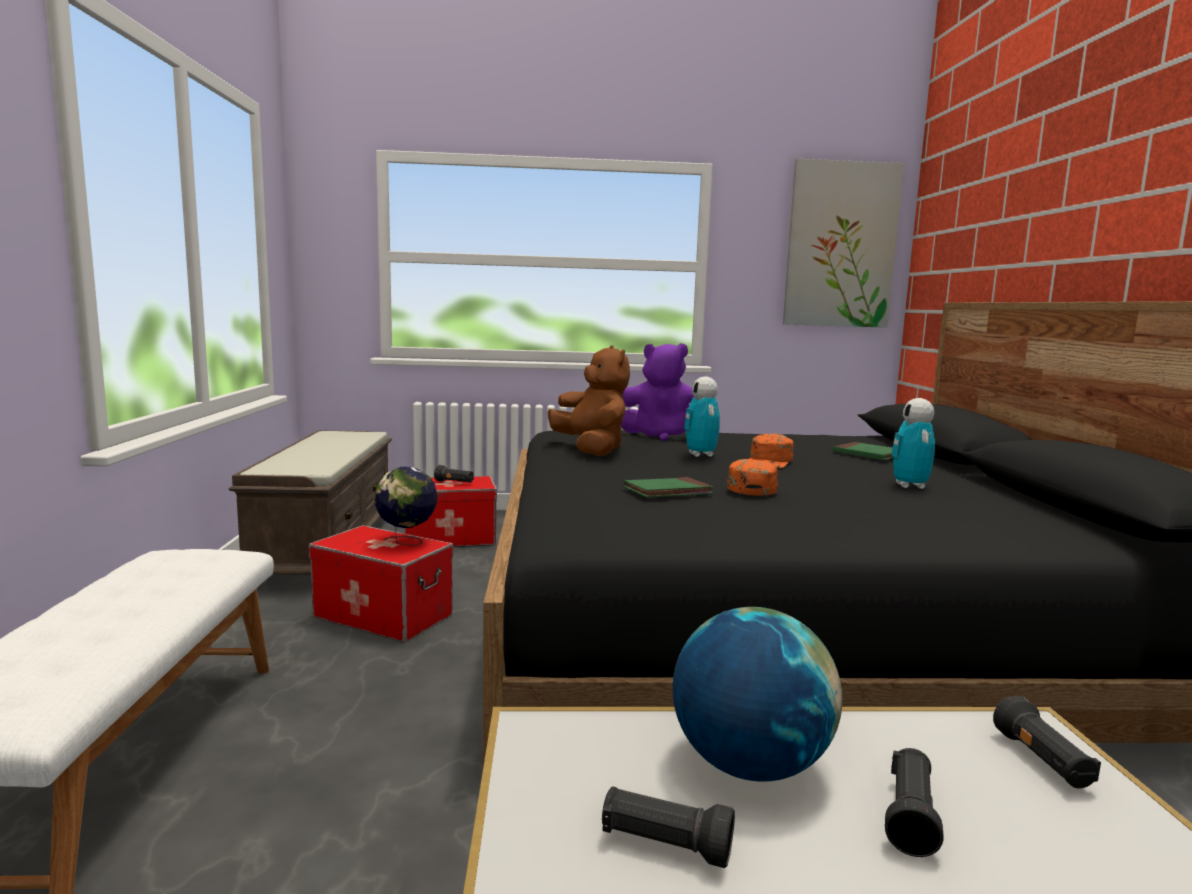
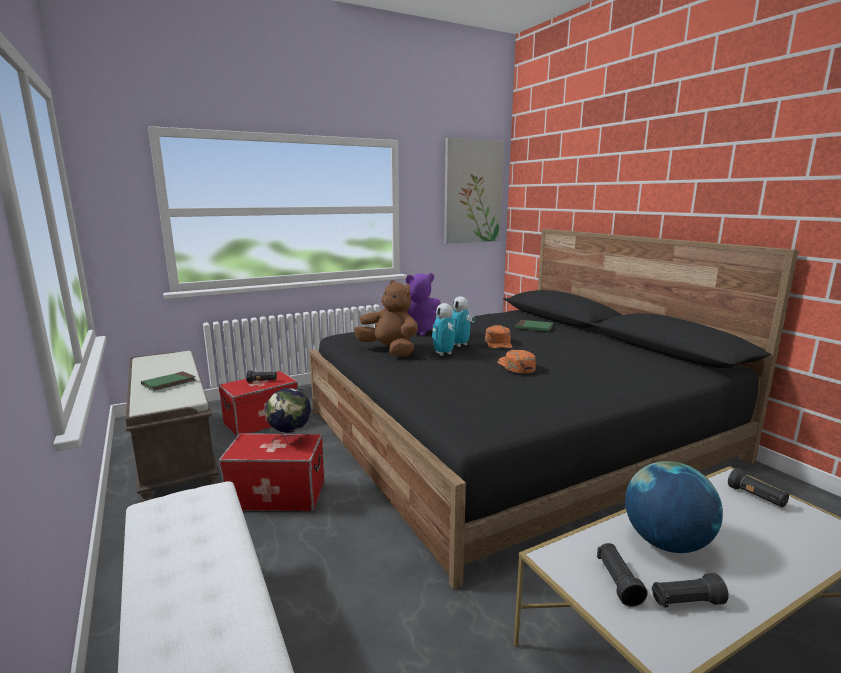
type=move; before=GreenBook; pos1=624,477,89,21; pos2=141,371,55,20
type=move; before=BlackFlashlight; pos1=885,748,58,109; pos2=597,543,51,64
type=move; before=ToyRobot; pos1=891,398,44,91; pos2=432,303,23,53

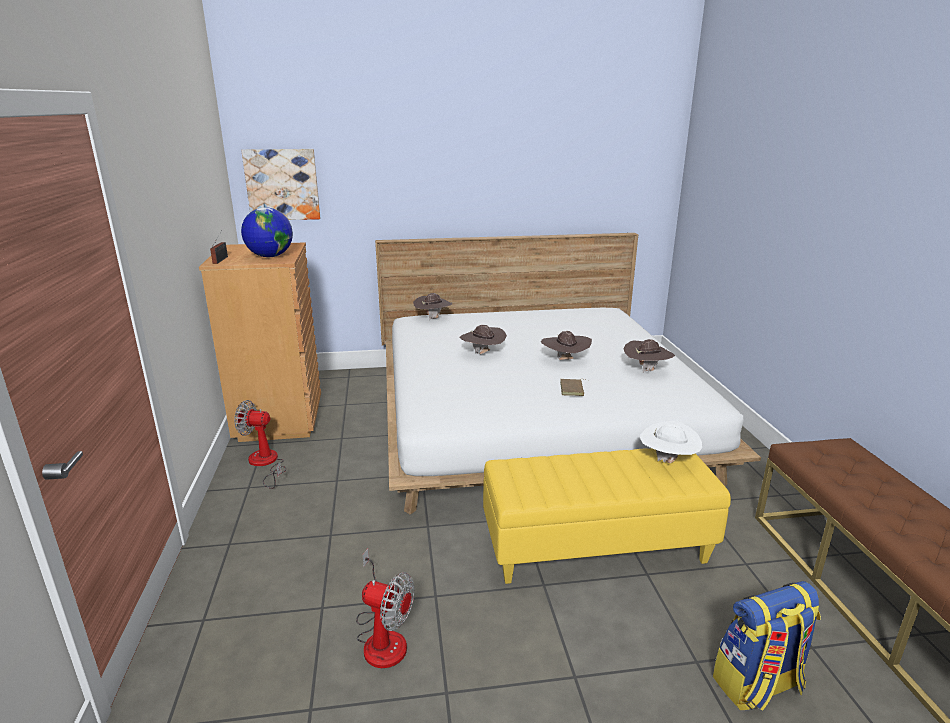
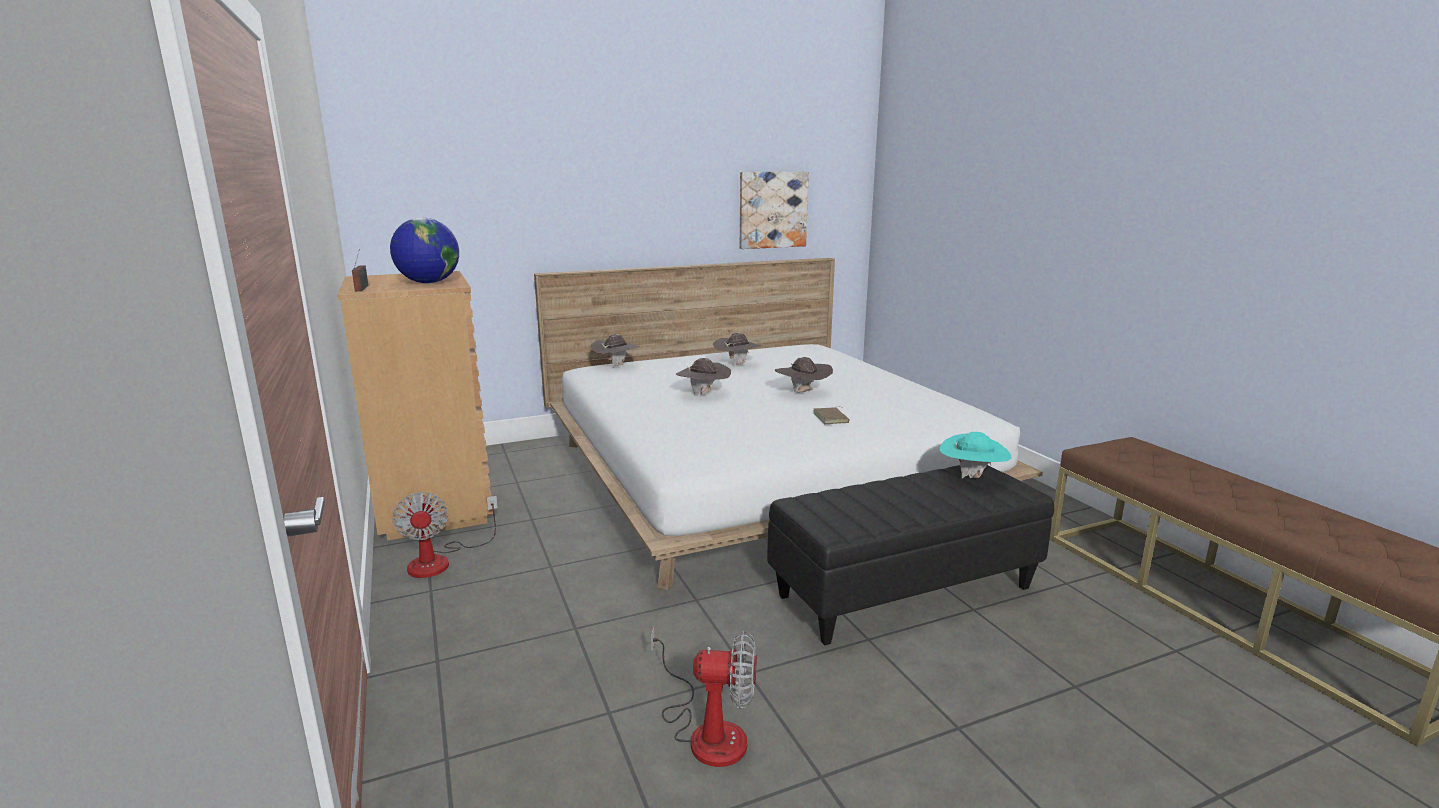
type=rotate; before=Fan; pos1=234,400,52,89; pos2=392,492,106,86; turn=-105
type=move; before=Picture; pos1=241,149,79,71; pos2=740,172,69,77
type=recolor; before=YellowOttoman; after=BlackOttoman; pos1=483,448,248,136; pos2=767,465,287,180
type=move; before=BrownHat; pos1=623,339,52,34; pos2=713,333,49,33
type=recolor; before=WhiteHat; after=TurquoiseHat; pos1=640,421,62,42; pos2=940,432,72,46
type=delete; before=Backpack; pos1=713,581,108,130

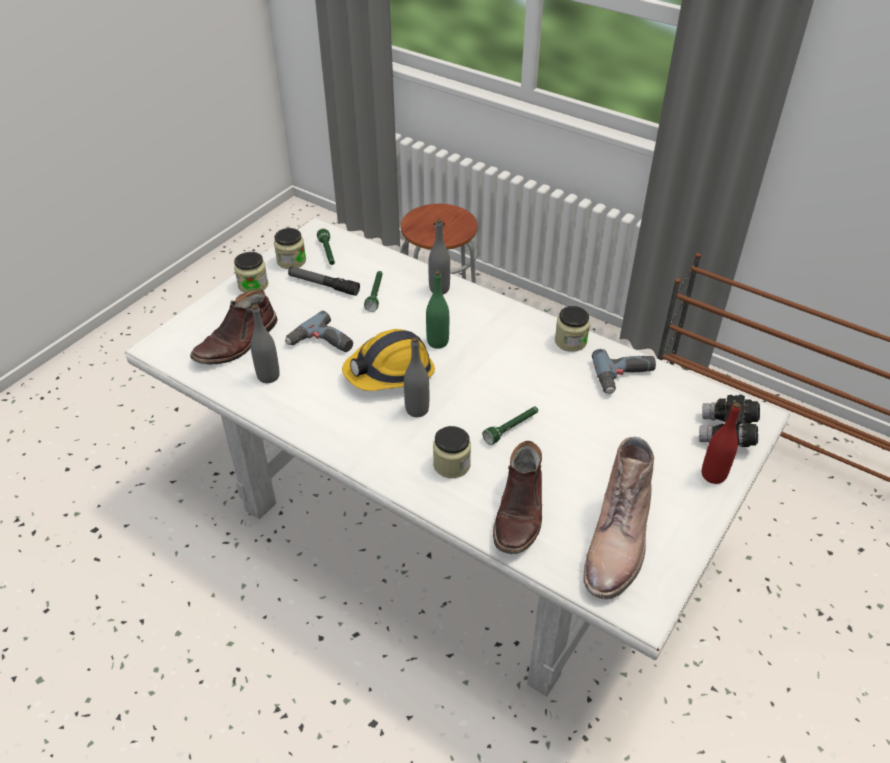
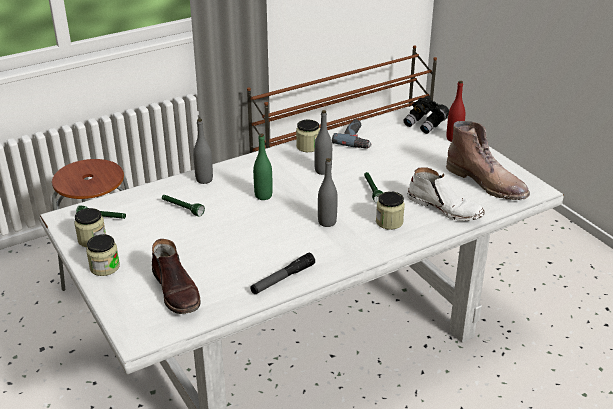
type=move; before=GreyBottle; pos1=251,304,29,79; pos2=314,110,18,65
type=delete; before=PowerDrill; pos1=285,310,68,42
type=move; before=Flashlight; pos1=288,267,72,29; pos2=250,253,65,41
type=delete; before=HardHat; pos1=342,329,93,62
type=recolor; before=BrownBoot; after=WhiteBoot; pos1=493,441,49,113; pos2=407,167,78,54

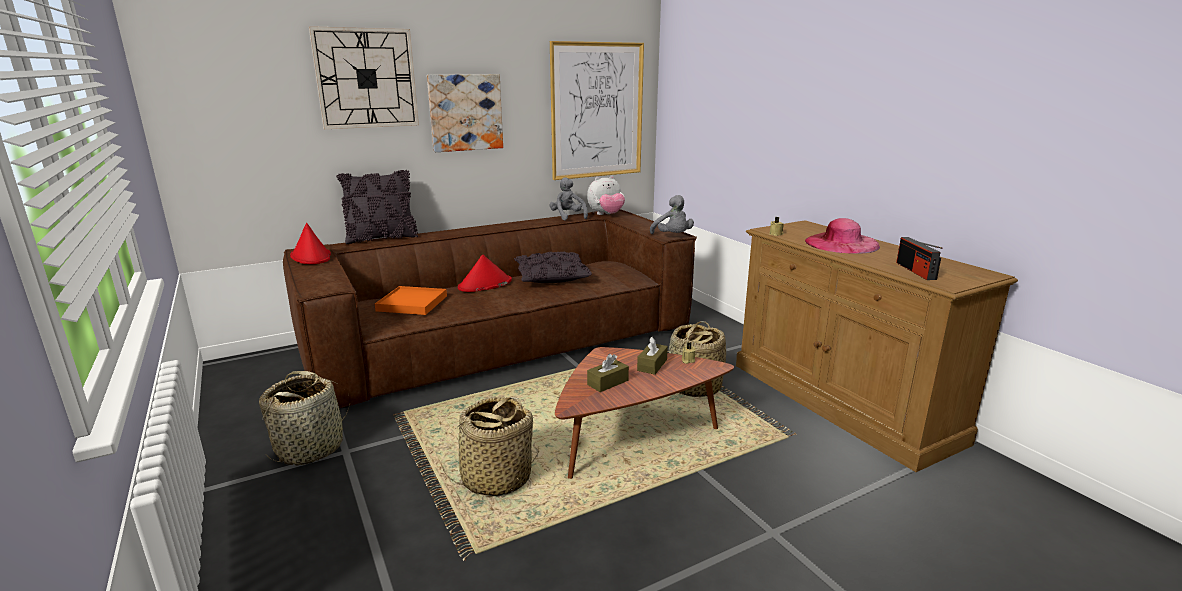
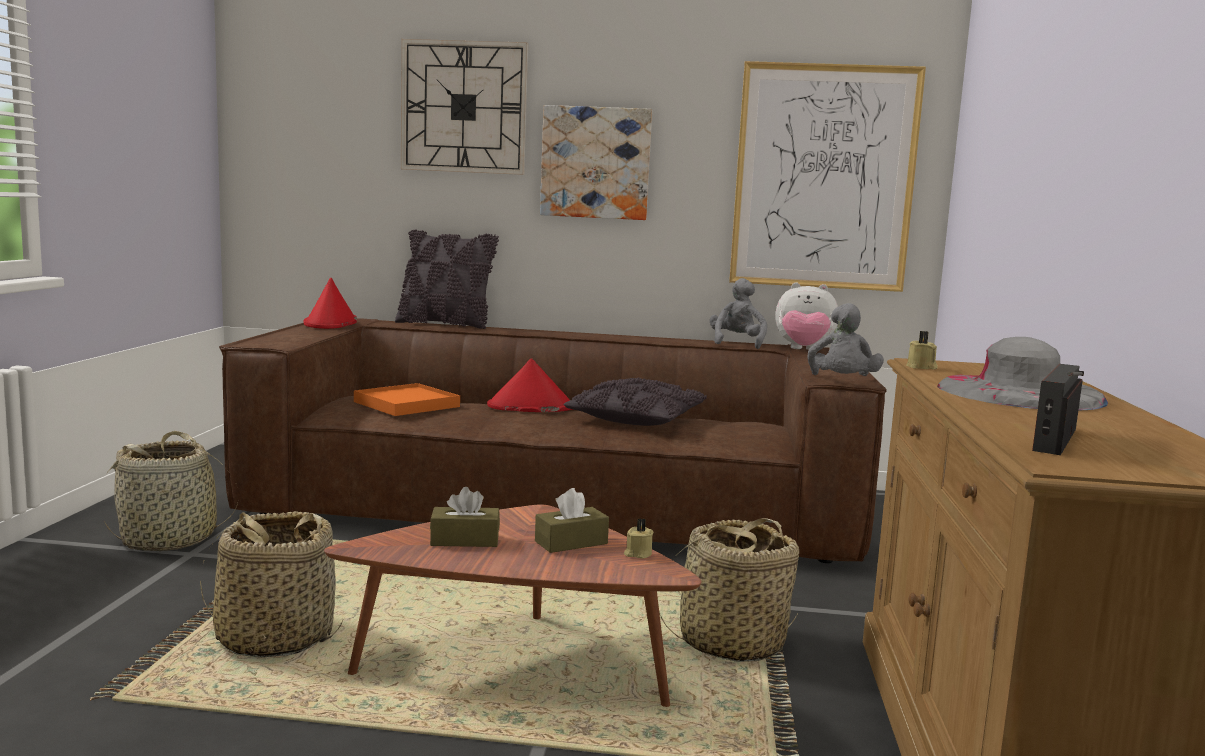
type=recolor; before=PinkHat; after=GreyHat; pos1=805,218,75,36; pos2=937,337,171,73

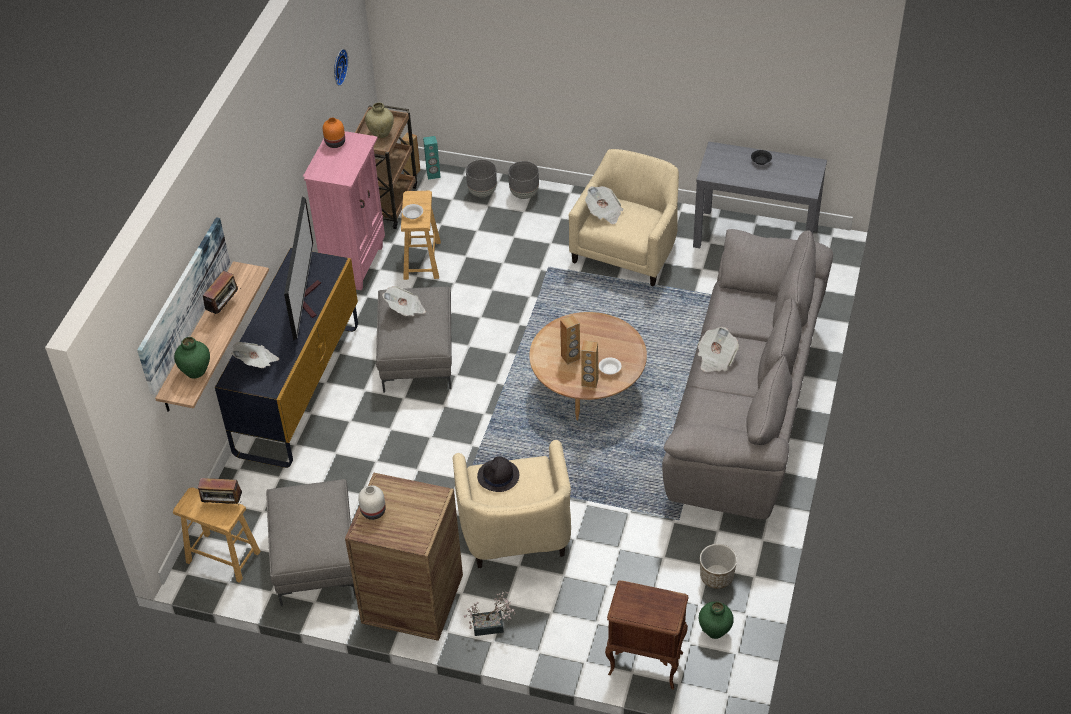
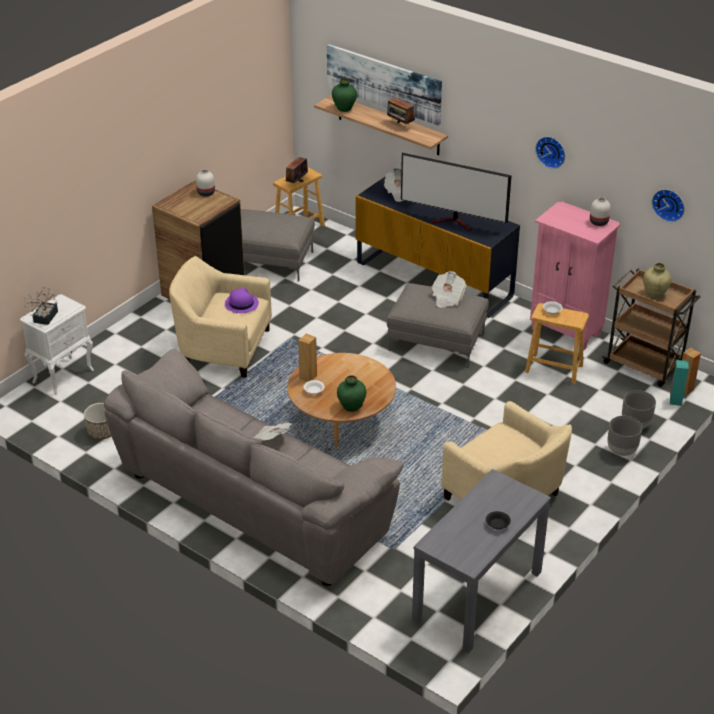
type=recolor; before=OrangeVase; after=WhiteVase; pos1=323,117,22,31; pos2=590,197,21,29
type=move; before=PottedPlant; pos1=464,591,52,45; pos2=24,287,34,38
type=recolor; before=BlackHat; after=PurpleHat; pos1=477,456,42,36; pos2=225,288,34,25
type=delete; before=BrownSpeaker; pos1=560,315,20,49
type=delete; before=Newspaper; pos1=585,186,38,38
type=recolor; before=BrownNightstand; after=WhiteNightstand; pos1=605,580,84,110; pos2=20,294,74,102
type=move; before=GreenVase; pos1=699,601,35,38; pos2=337,375,29,37
type=insert; after=WallClock; pos2=535,137,30,32

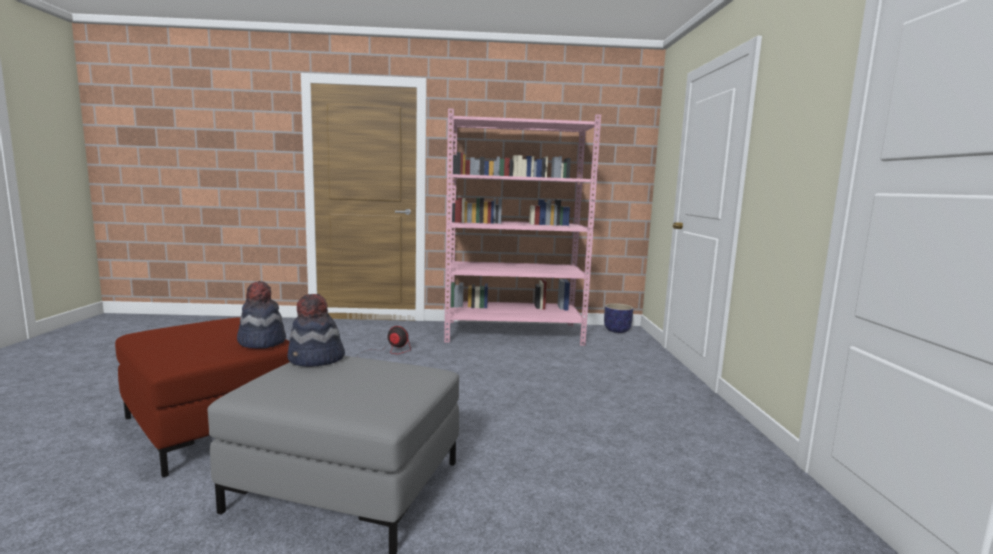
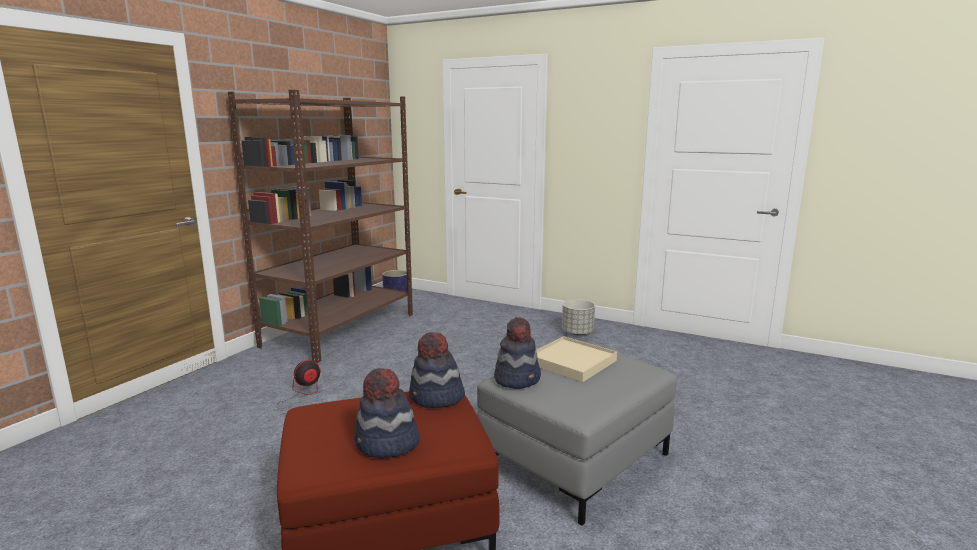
type=recolor; before=PinkBookcase; after=BrownBookcase; pos1=444,108,157,238; pos2=228,90,185,273
type=insert; after=Hat; pos2=354,368,66,90
type=insert; after=BeigeTray; pos2=536,336,81,46
type=insert; after=GreyPlanter; pos2=562,300,33,36

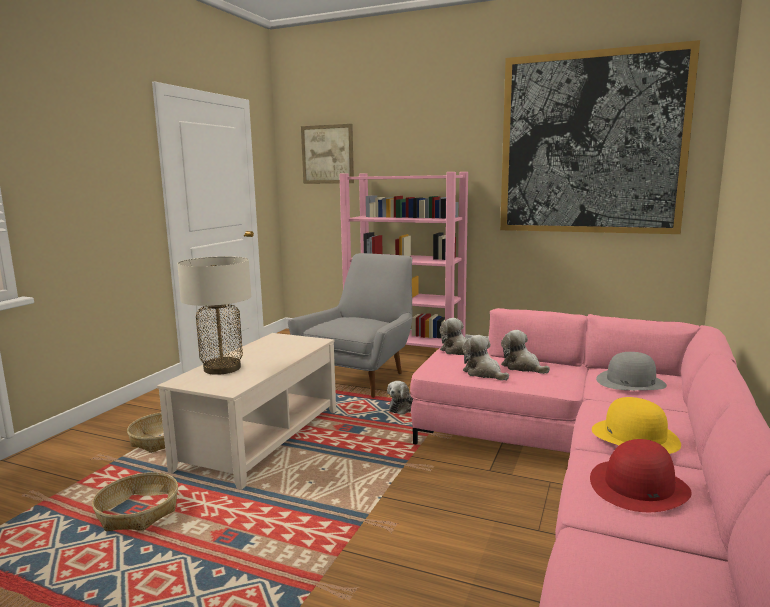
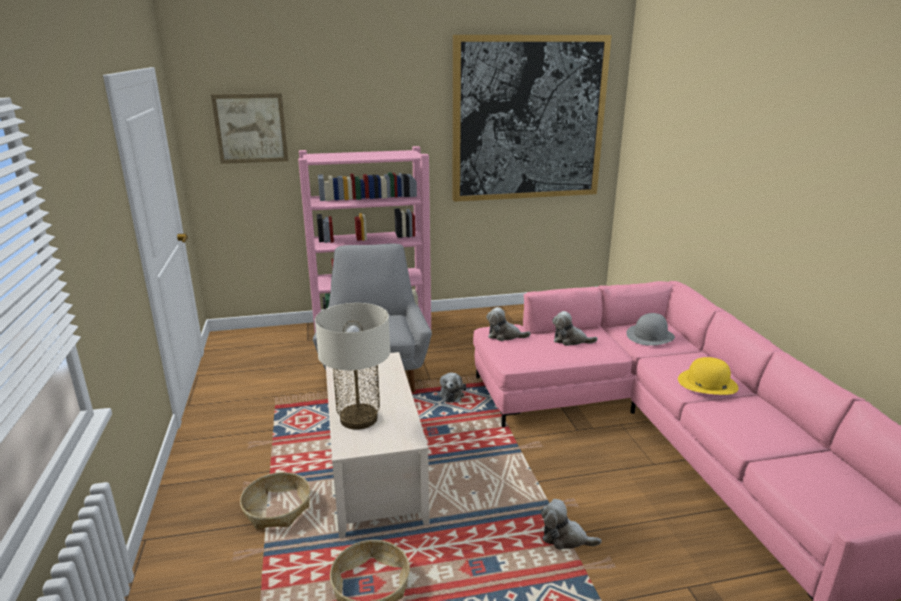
type=move; before=PlushToy; pos1=462,335,47,46; pos2=541,499,61,51
type=delete; before=RedHat; pos1=590,439,102,73

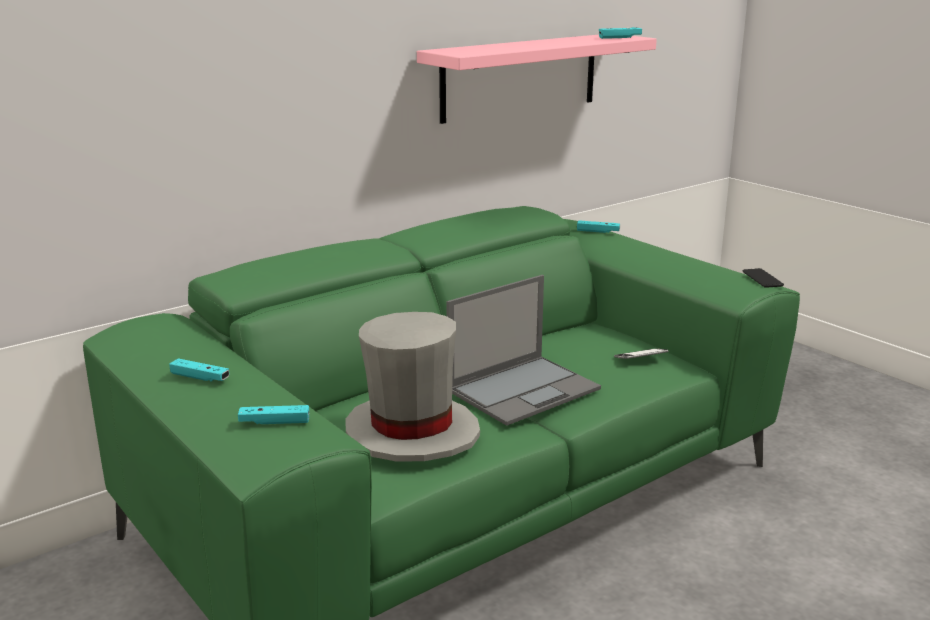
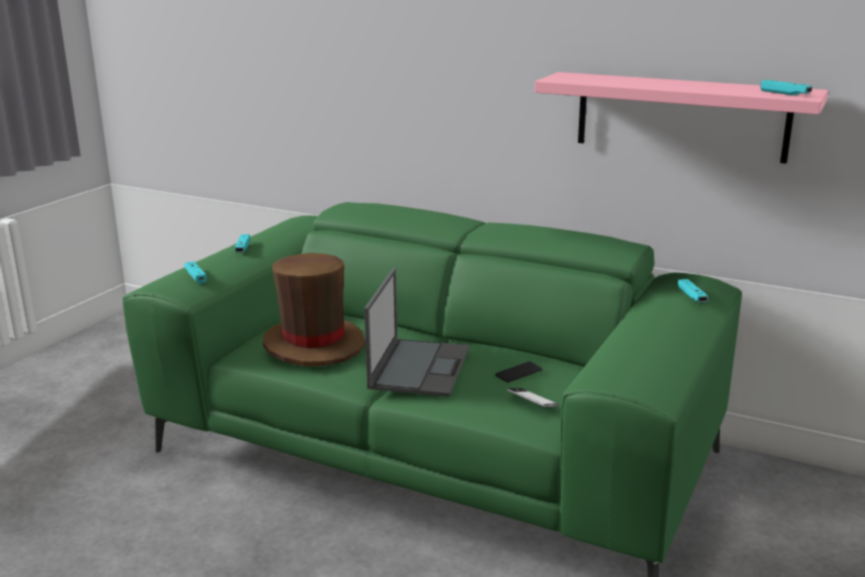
type=recolor; before=GreyHat; after=BrownHat; pos1=346,312,134,149; pos2=263,253,102,113
type=rotate; before=Laptop; pos1=446,275,155,151; pos2=364,268,105,129; turn=-105
type=move; before=Phone; pos1=743,268,41,20; pos2=495,361,47,22

